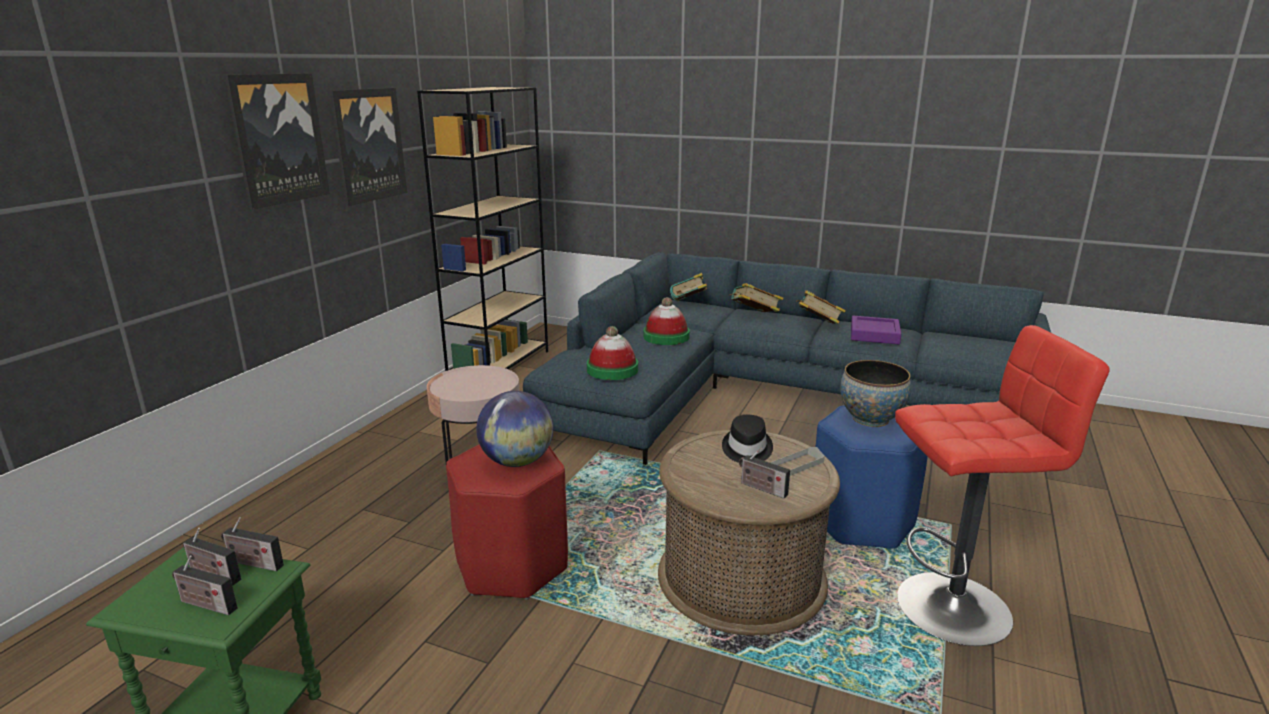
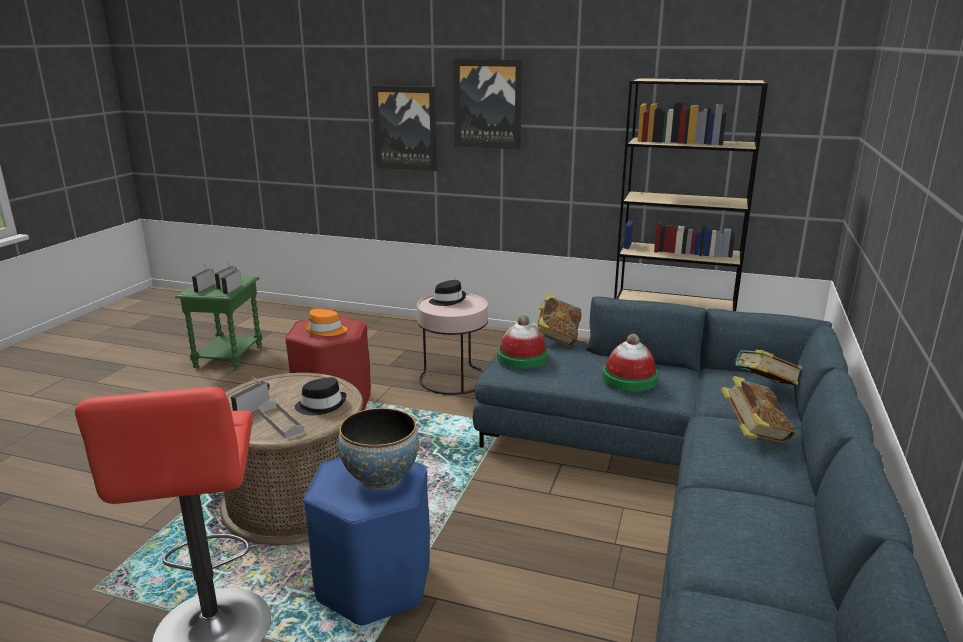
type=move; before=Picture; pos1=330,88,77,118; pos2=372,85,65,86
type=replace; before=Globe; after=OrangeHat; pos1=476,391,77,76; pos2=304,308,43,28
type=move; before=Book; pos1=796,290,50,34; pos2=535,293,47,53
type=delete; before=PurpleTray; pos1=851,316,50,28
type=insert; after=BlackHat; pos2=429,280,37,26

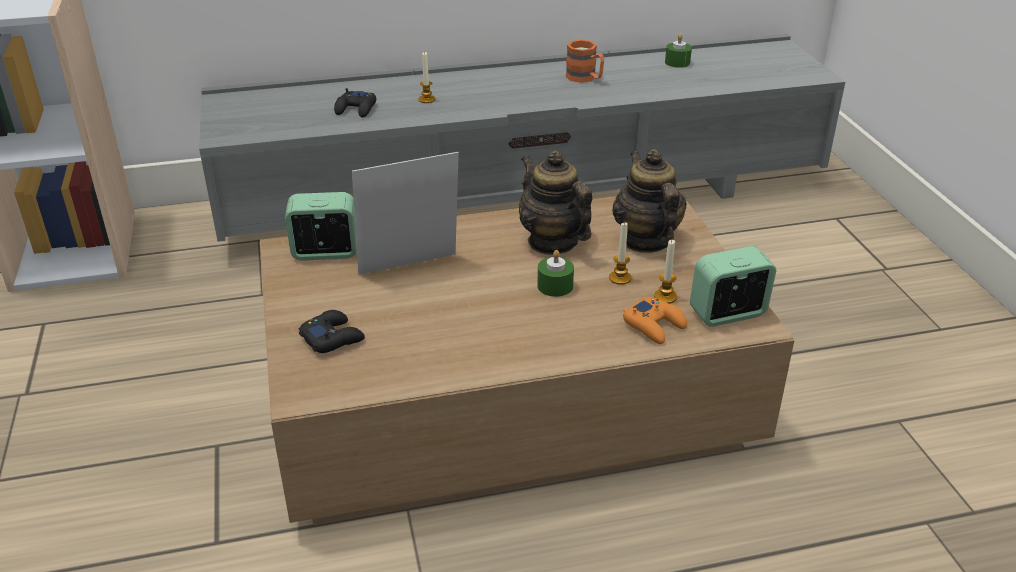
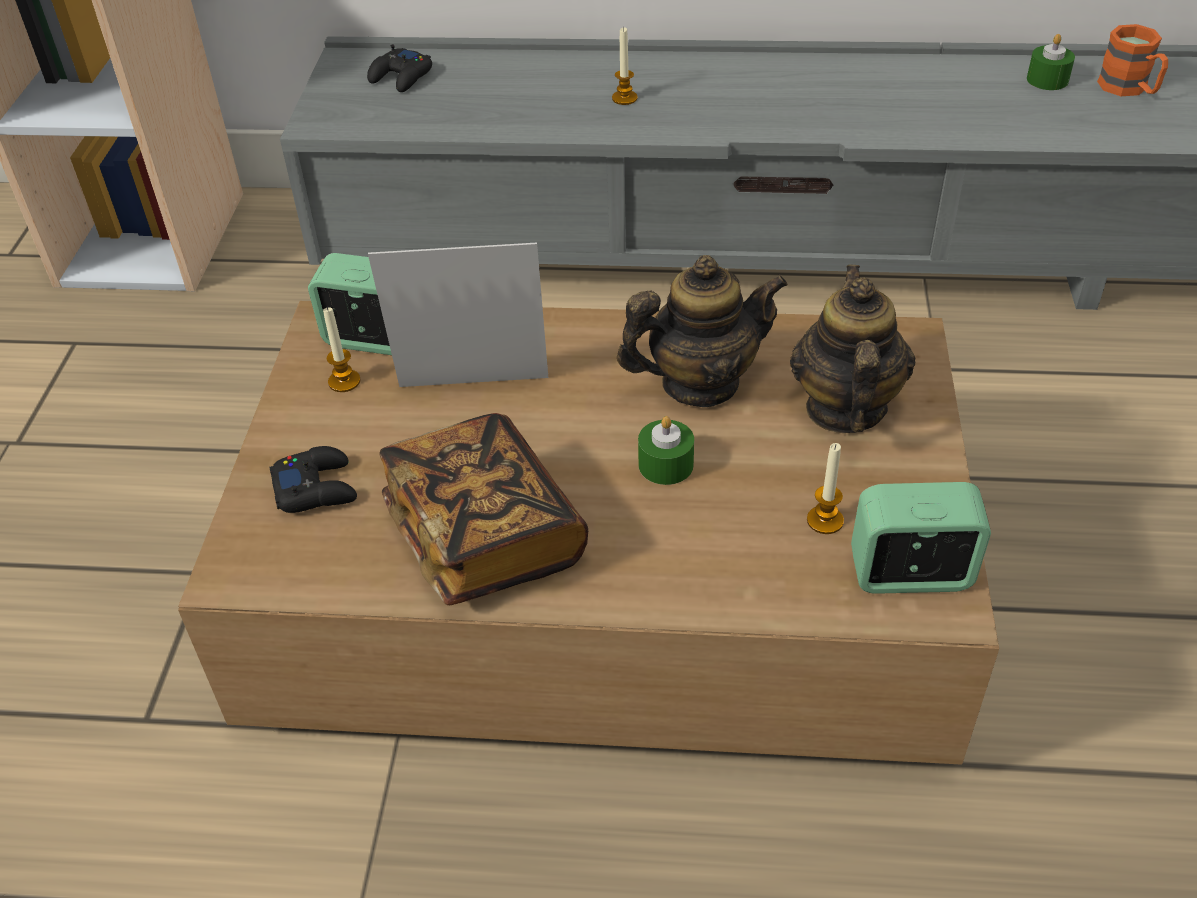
type=move; before=BlackGameController; pos1=334,88,42,30; pos2=367,44,65,48
type=rotate; before=Teapot; pos1=519,150,73,105; pos2=617,255,171,152; turn=90
type=move; before=OrangeMug; pos1=566,39,38,44; pos2=1097,24,71,72
type=move; before=Candle; pos1=609,222,22,63; pos2=323,307,37,85
type=delete; before=OrangeGameController; pos1=623,297,64,47
type=insert; after=Book; pos2=379,413,209,192

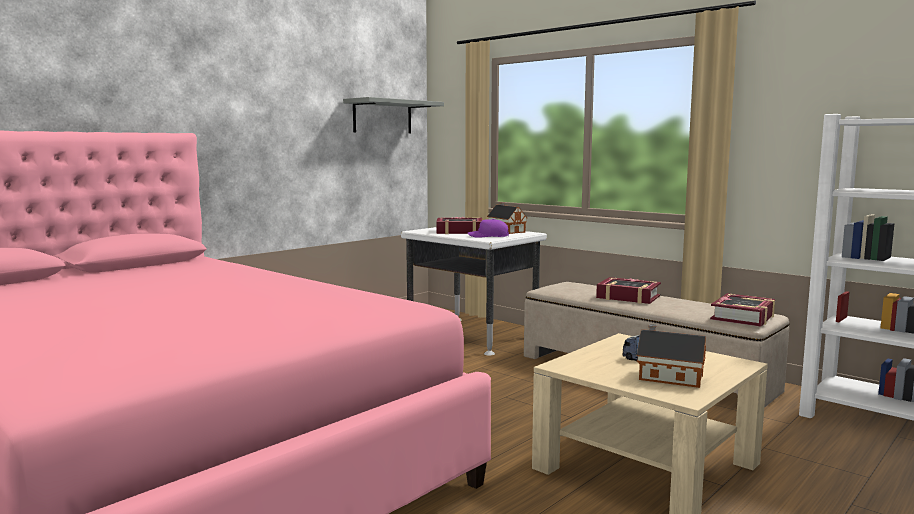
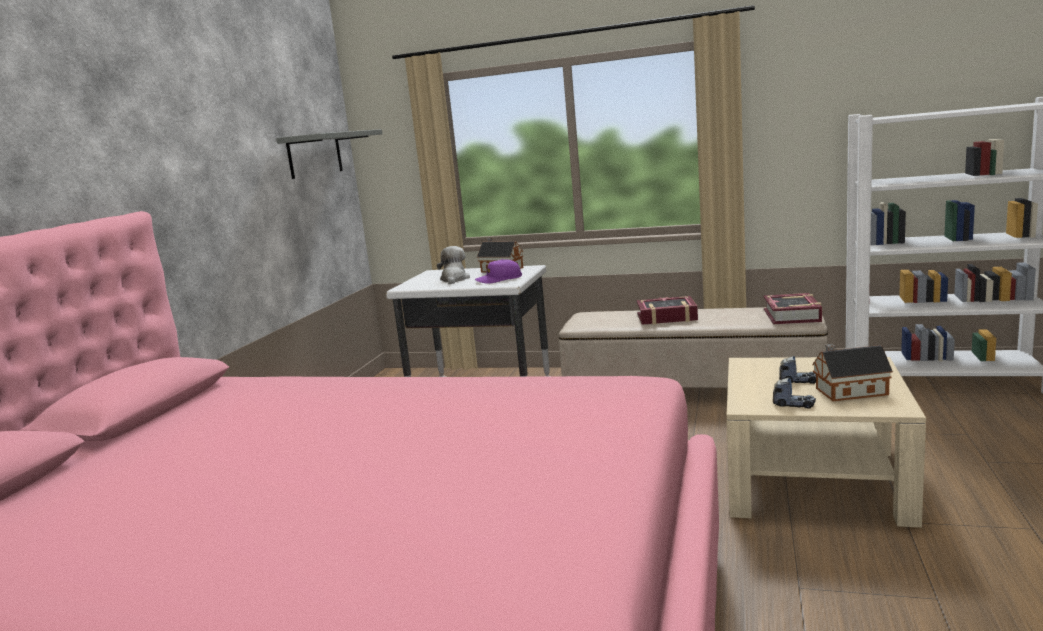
type=replace; before=Book; after=PlushToy; pos1=436,217,47,17; pos2=437,246,33,38
type=insert; after=ToyTruck; pos2=773,377,43,32

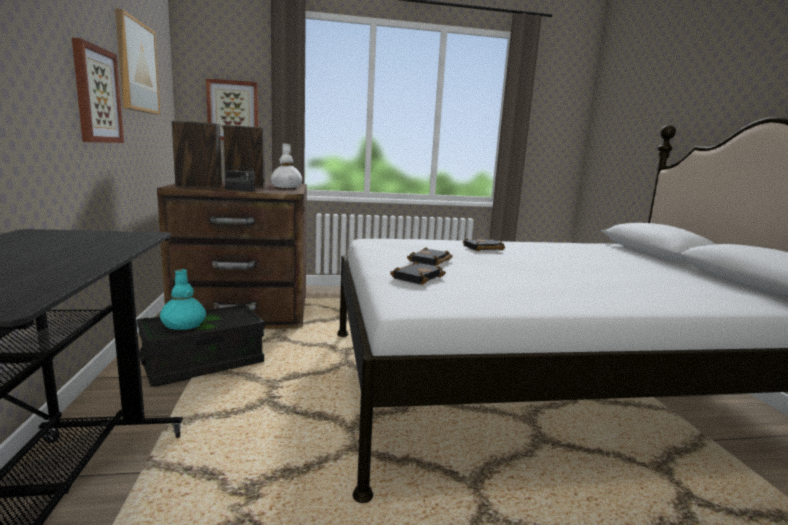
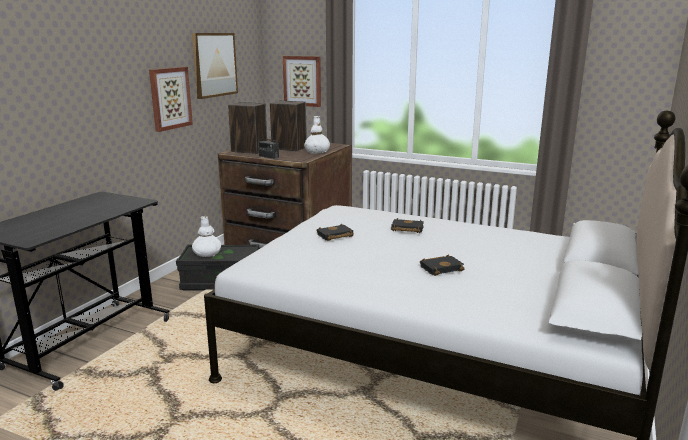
type=recolor; before=TurquoiseVase; after=WhiteVase; pos1=160,269,46,61; pos2=192,216,29,41
type=move; before=BlackBook; pos1=390,261,56,24; pos2=420,254,45,22

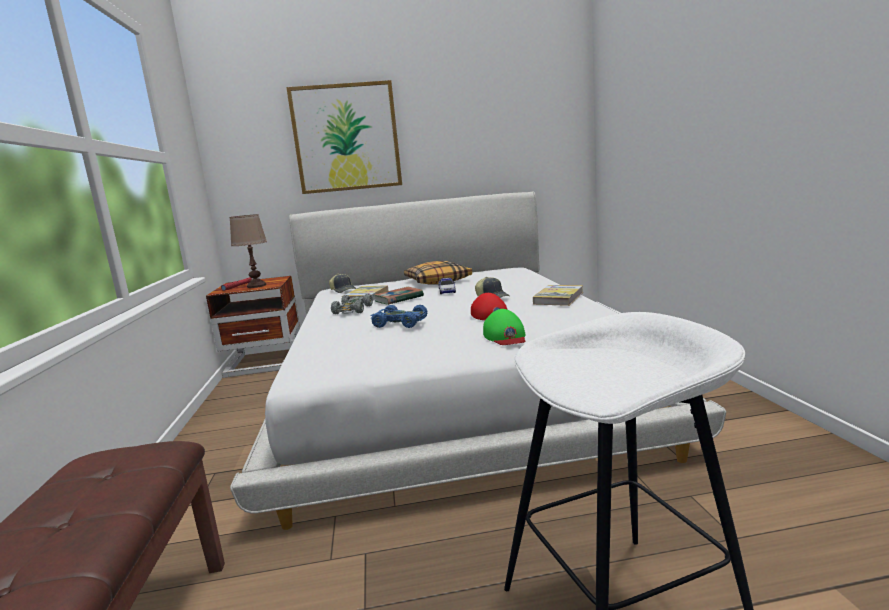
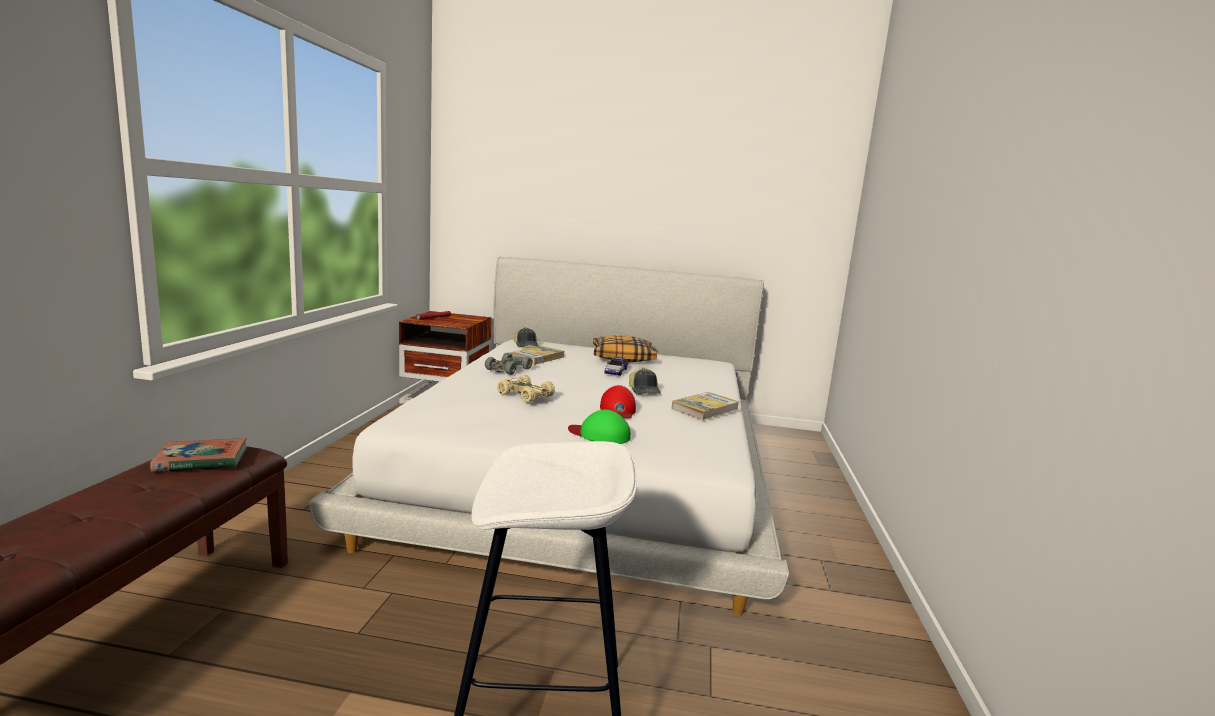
type=delete; before=BrownTableLamp; pos1=230,214,37,74
type=delete; before=Picture; pos1=286,80,116,114
type=recolor; before=BlueToyCar; after=BeigeToyCar; pos1=370,305,57,23; pos2=497,375,58,28
type=move; before=Book; pos1=374,287,50,18; pos2=150,438,97,34
type=rotate; before=GreenCap; pos1=483,309,42,36; pos2=568,410,63,34; turn=105

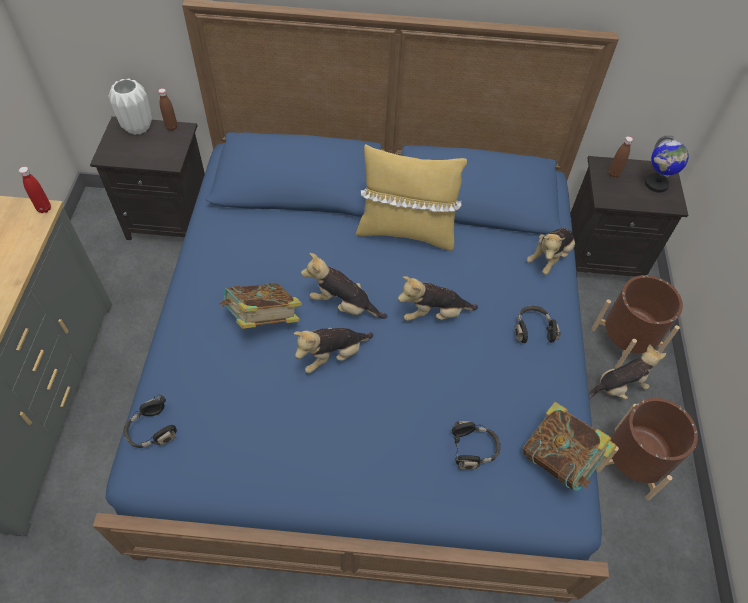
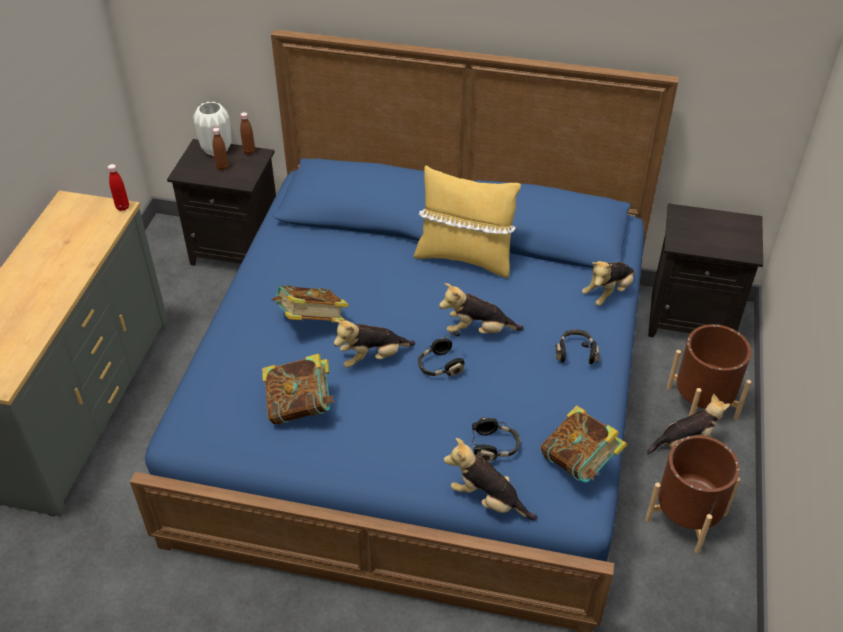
type=move; before=BlackHeadphones; pos1=124,395,52,53; pos2=418,331,47,45
type=move; before=PlushToy; pos1=301,253,86,66; pos2=444,438,94,83
type=move; before=BrownBottle; pos1=609,136,24,42; pos2=212,127,16,43
type=delete; before=Globe; pos1=645,135,44,58
type=insert; after=Book; pos2=262,354,73,71

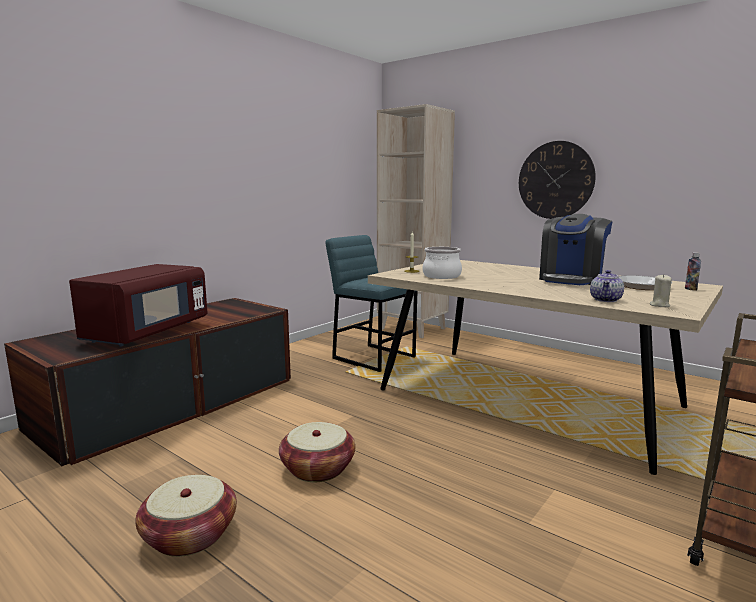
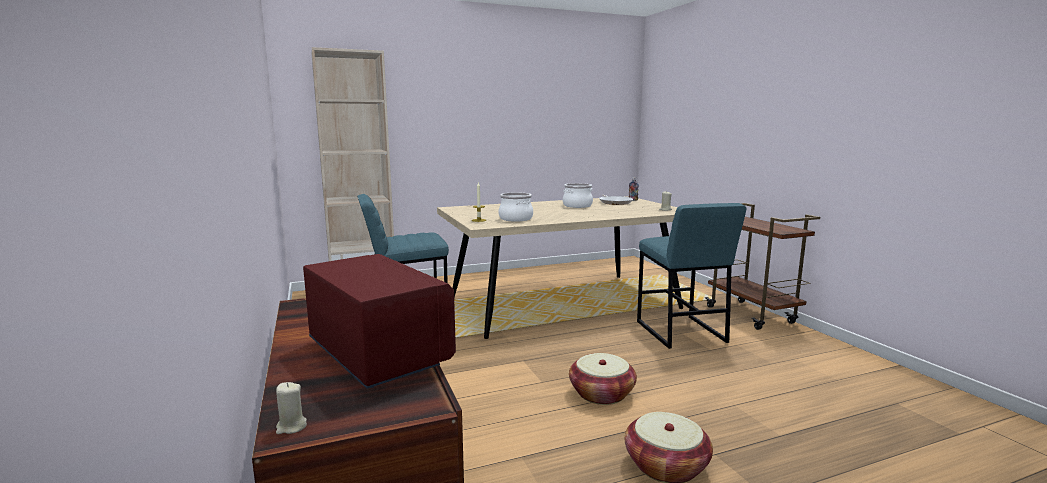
type=delete; before=WallClock; pos1=519,141,77,78
type=replace; before=CoffeeMachine; after=CookingPot; pos1=539,214,74,71; pos2=563,183,30,25
type=delete; before=Teapot; pos1=590,270,34,32
type=insert; after=BeigeCandle; pos2=276,382,31,52
type=insert; after=BlueStool; pos2=637,203,109,146

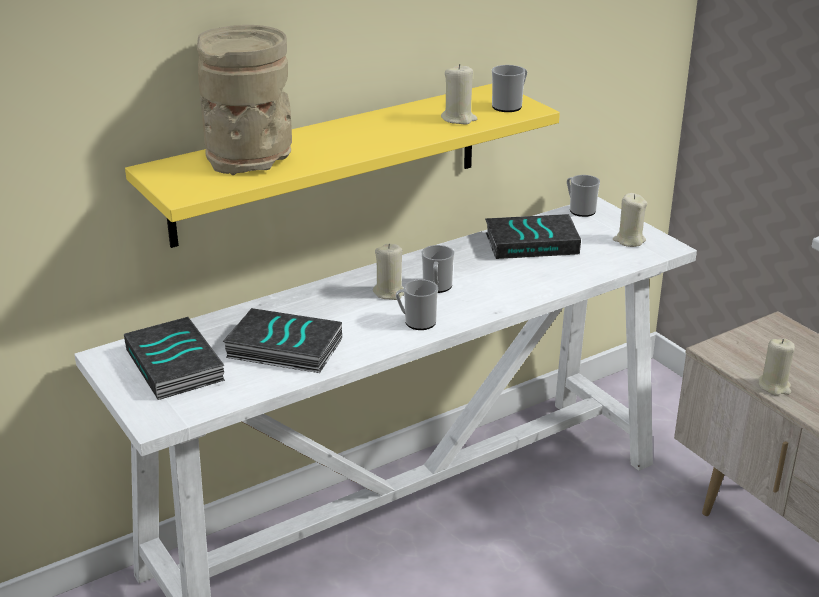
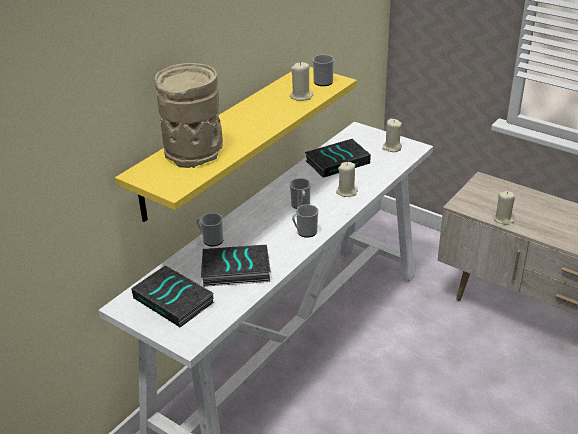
type=move; before=BeigeCandle; pos1=373,244,31,56; pos2=336,162,22,35
type=move; before=Mug; pos1=567,175,33,42; pos2=196,213,27,33

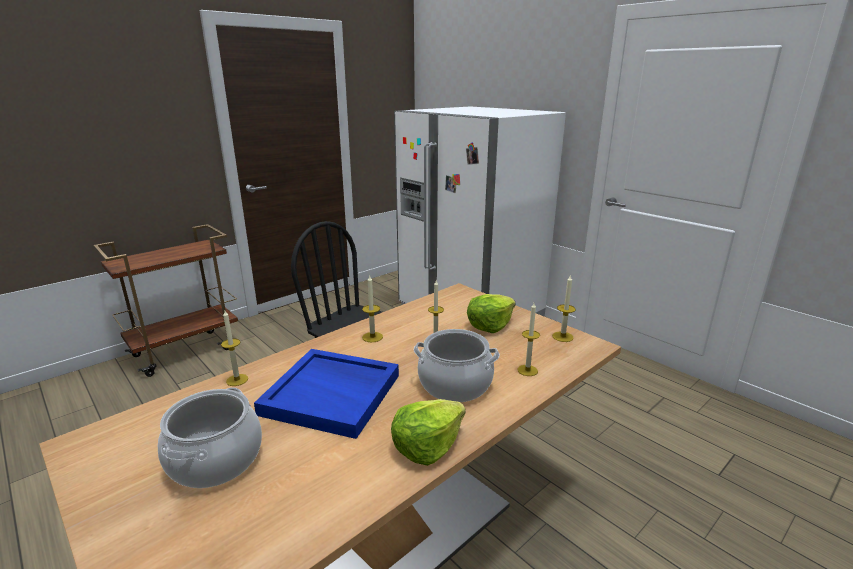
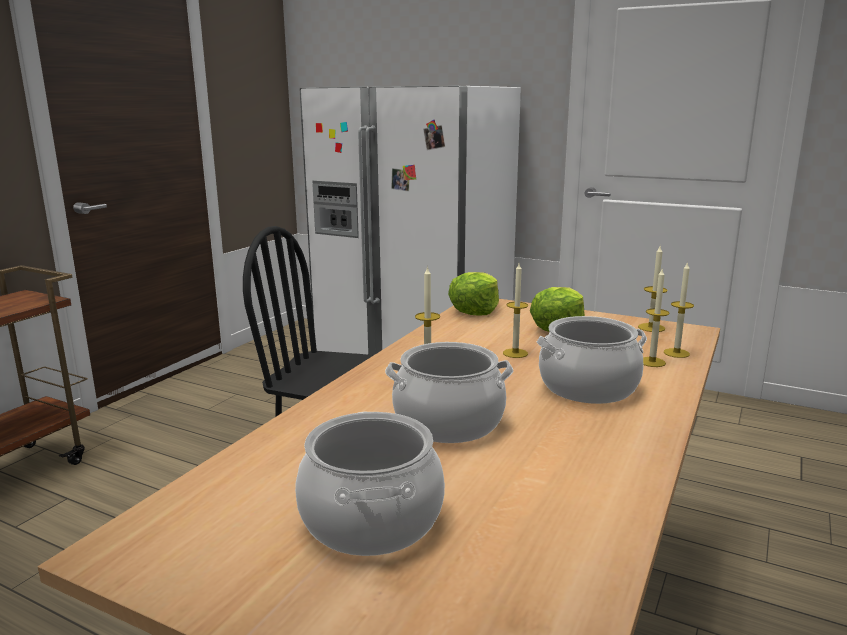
type=move; before=Candle; pos1=221,311,27,75; pos2=664,262,30,96
type=replace; before=BlueTray; after=CookingPot; pos1=254,349,145,90; pos2=385,342,128,101
type=move; before=Lettuce; pos1=391,399,75,67; pos2=448,272,51,44

